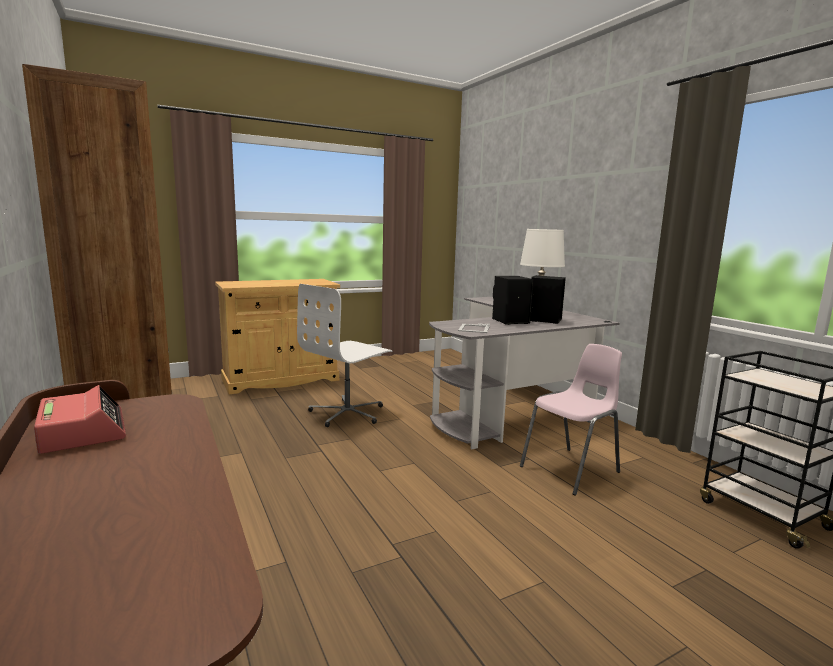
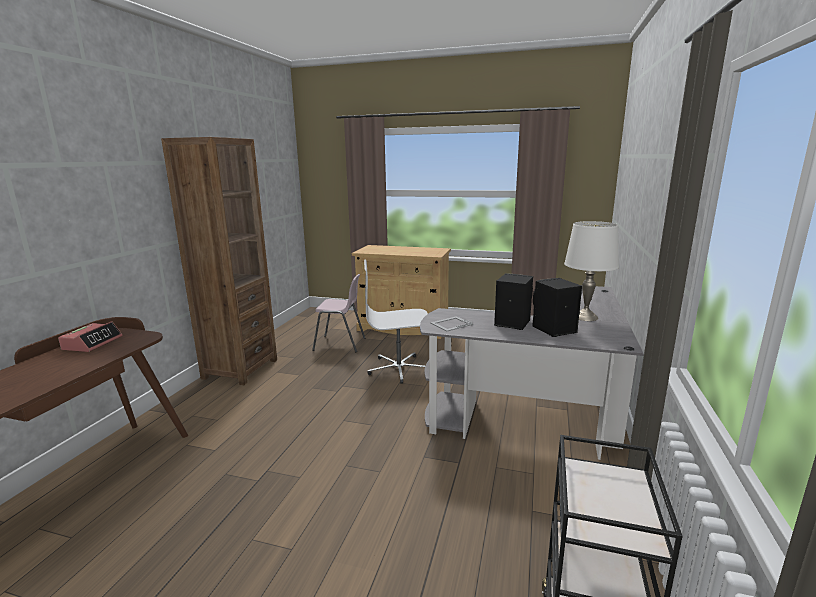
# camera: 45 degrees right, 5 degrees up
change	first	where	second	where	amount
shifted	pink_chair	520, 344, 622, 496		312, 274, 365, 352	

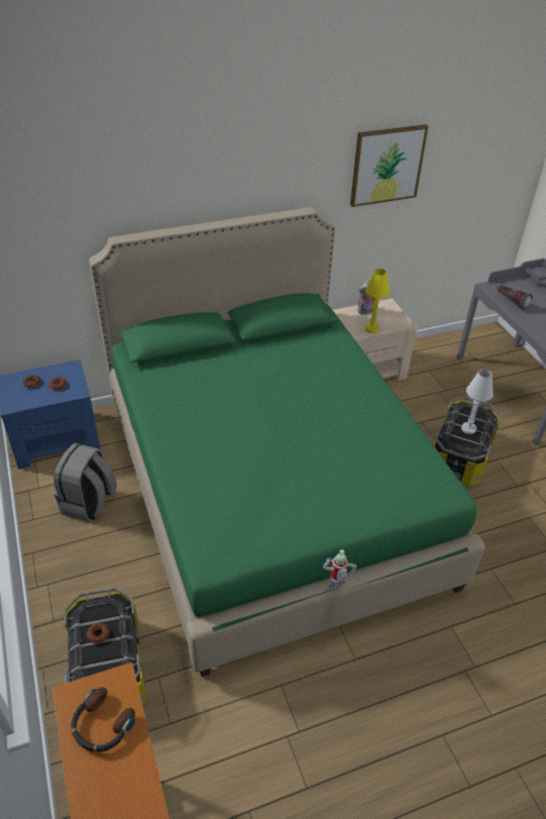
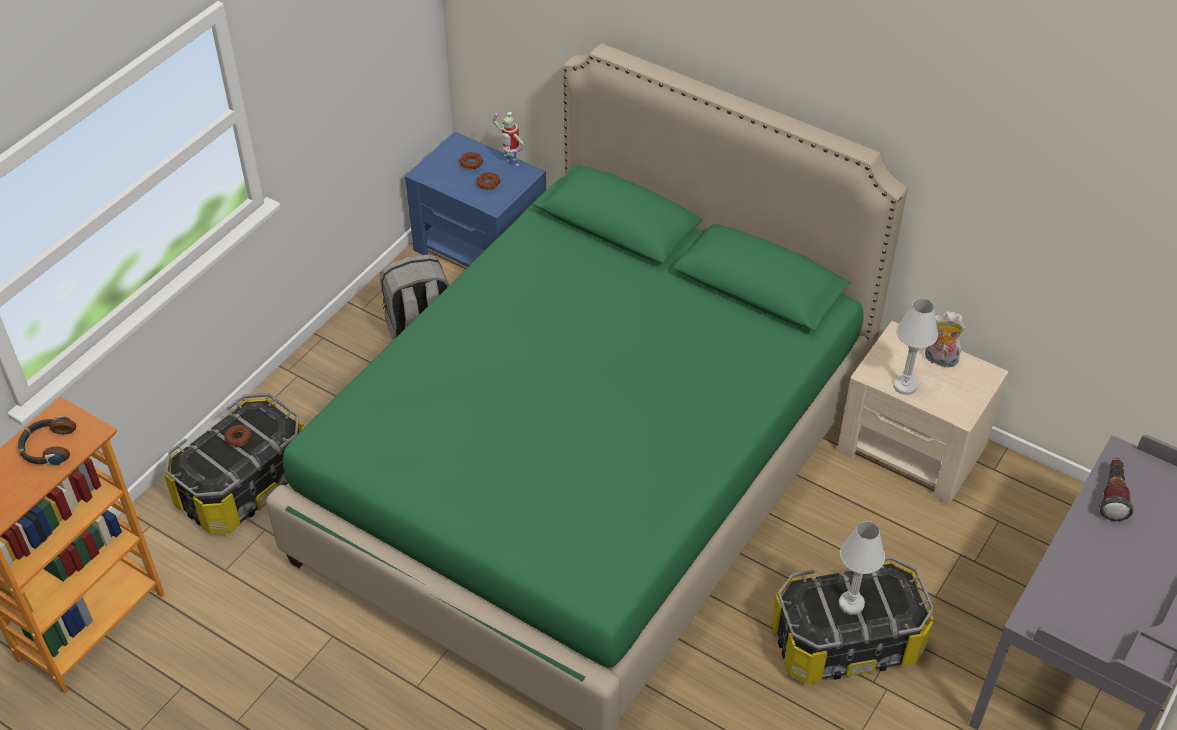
# camera: 55 degrees right, 5 degrees up
change	first	where	second	where	amount
shifted	toy_robot	323, 549, 357, 589		492, 112, 525, 166	
repainted	yellow_table_lamp	365, 269, 390, 333	white_table_lamp	893, 298, 938, 395	
gone	picture	350, 125, 428, 207			

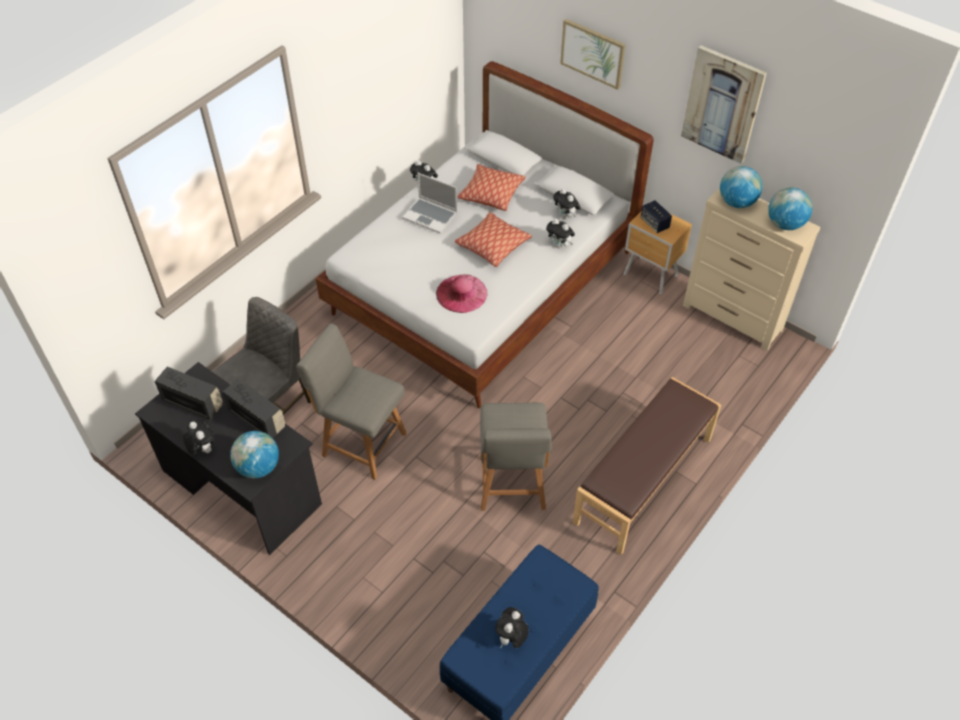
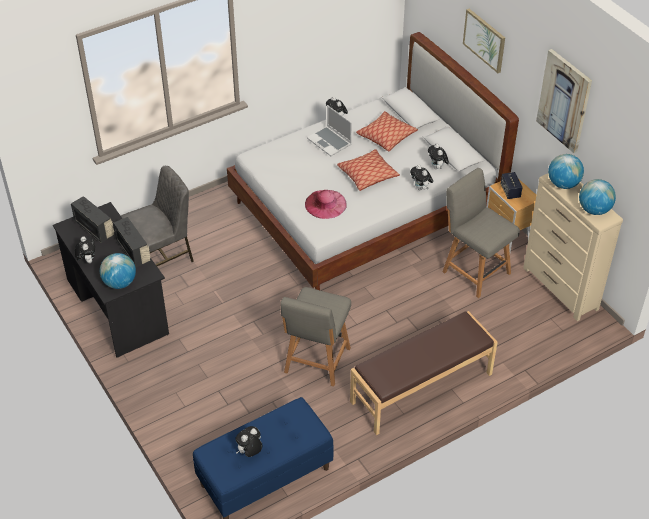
# camera: 20 degrees right, 5 degrees down
change	first	where	second	where	amount
shifted	grey_chair	296, 323, 407, 480		443, 168, 520, 298	

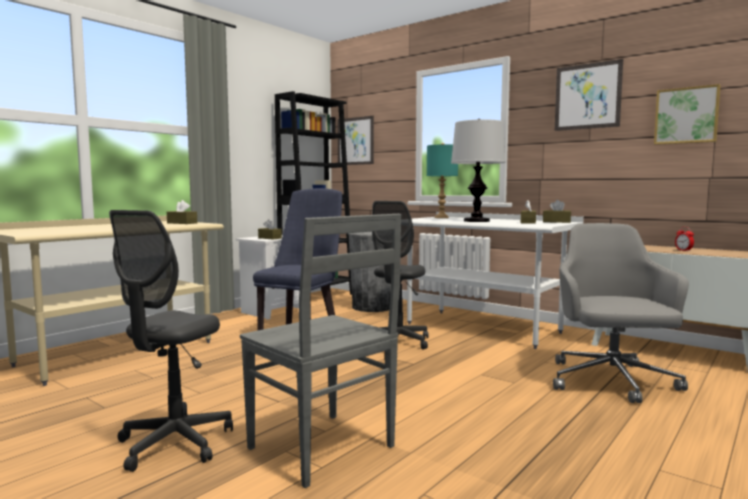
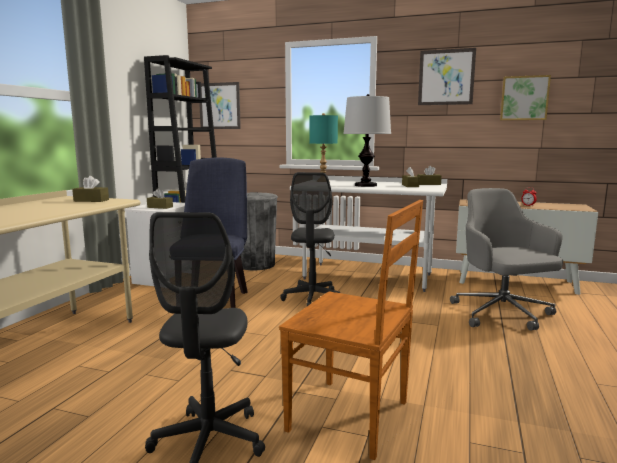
# camera: 20 degrees left, 5 degrees up
change	first	where	second	where	amount
repainted	grey_chair	240, 214, 401, 488	brown_chair	279, 200, 423, 460	

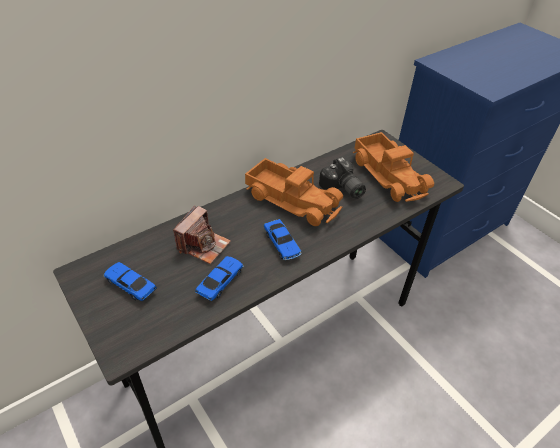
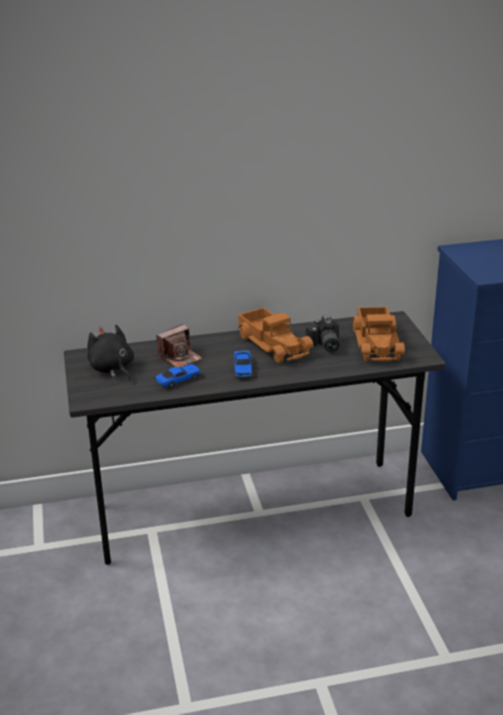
# camera: 25 degrees right, 15 degrees down
change	first	where	second	where	amount
swapped	toy_car	104, 262, 157, 301	black_plush_toy	87, 325, 134, 381	

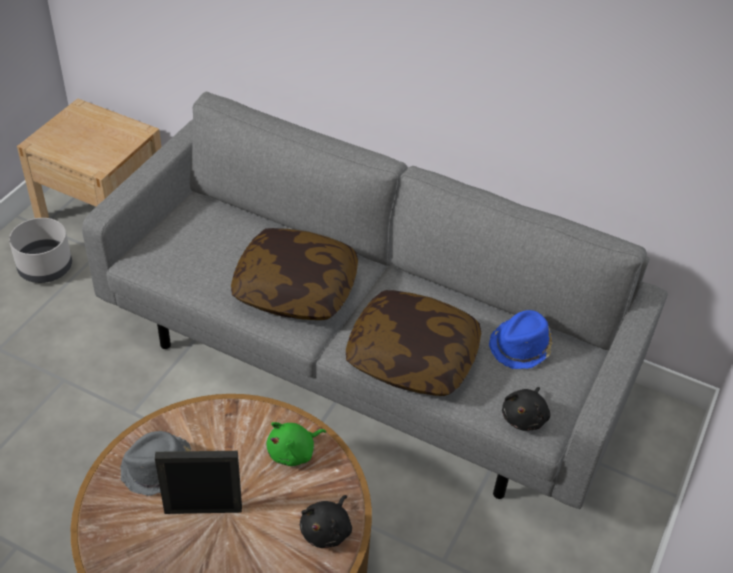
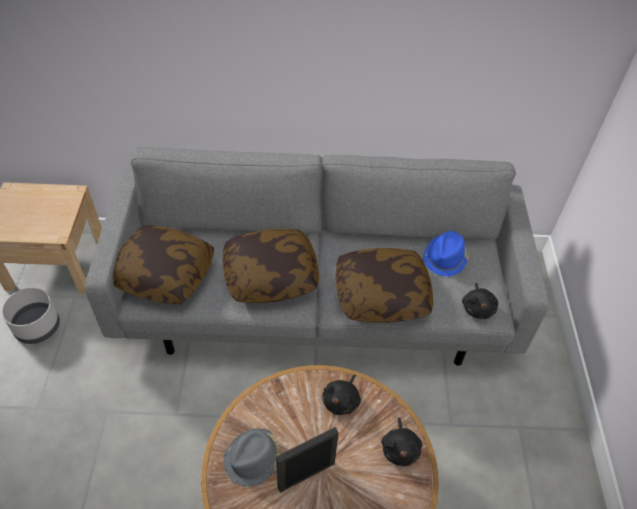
# camera: 25 degrees left, 5 degrees up
change	first	where	second	where	amount
new			pillow	113, 225, 214, 304	
repainted	green_plush_toy	266, 422, 326, 466	black_plush_toy	322, 375, 361, 415	

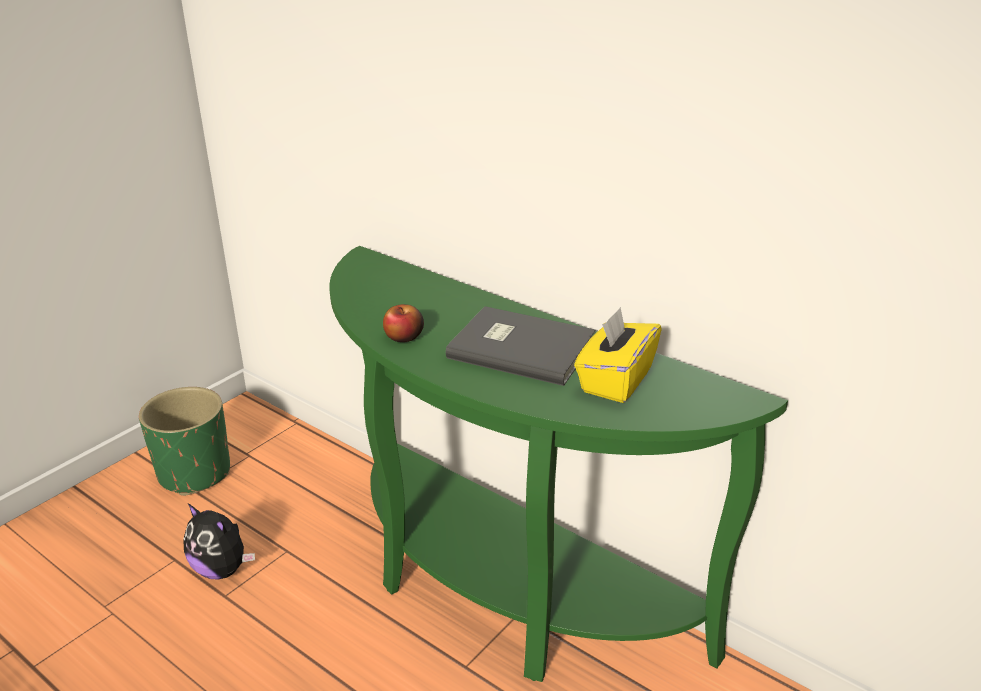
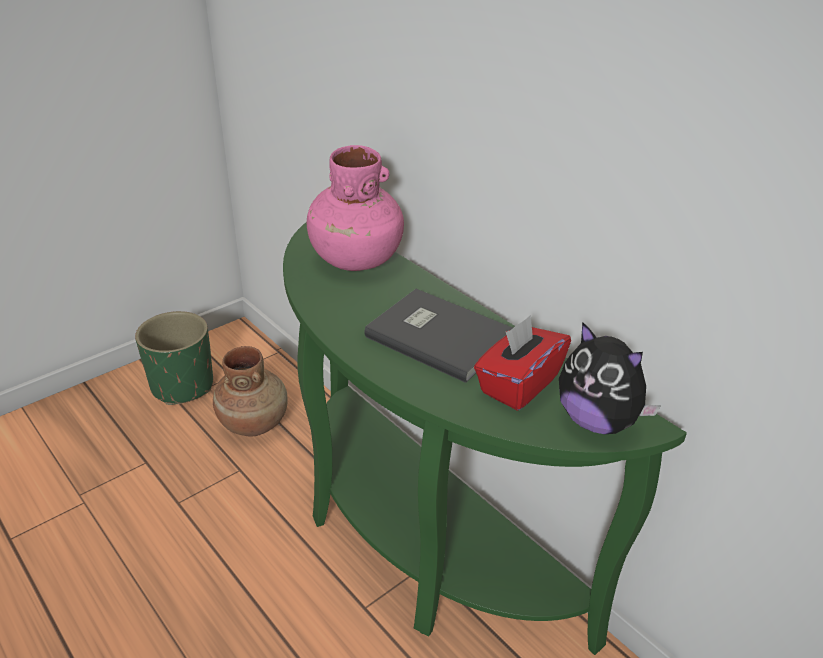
# camera: 10 degrees right, 5 degrees up
change	first	where	second	where	amount
new			brown_vase	213, 346, 288, 437	
new			pink_vase	307, 145, 404, 271	
repainted	yellow_tissue_box	574, 307, 662, 403	red_tissue_box	474, 315, 571, 411	
shifted	plush_toy	183, 504, 255, 580		559, 322, 660, 434	
gone	apple	383, 304, 424, 342			

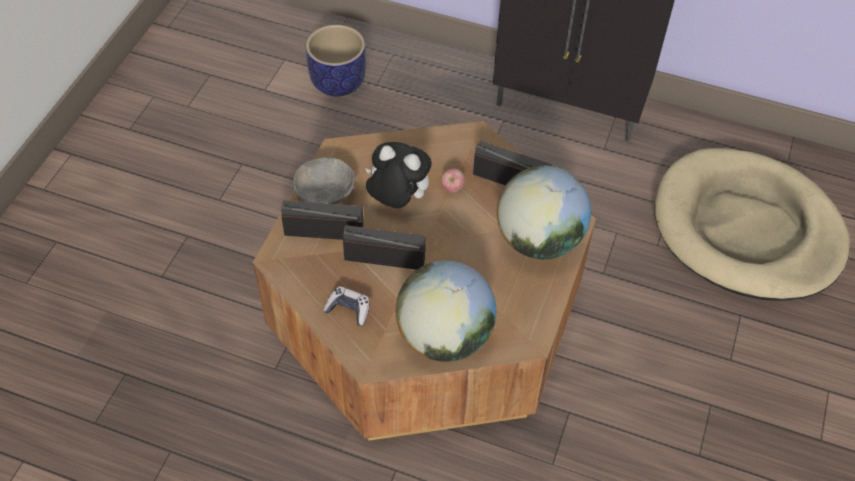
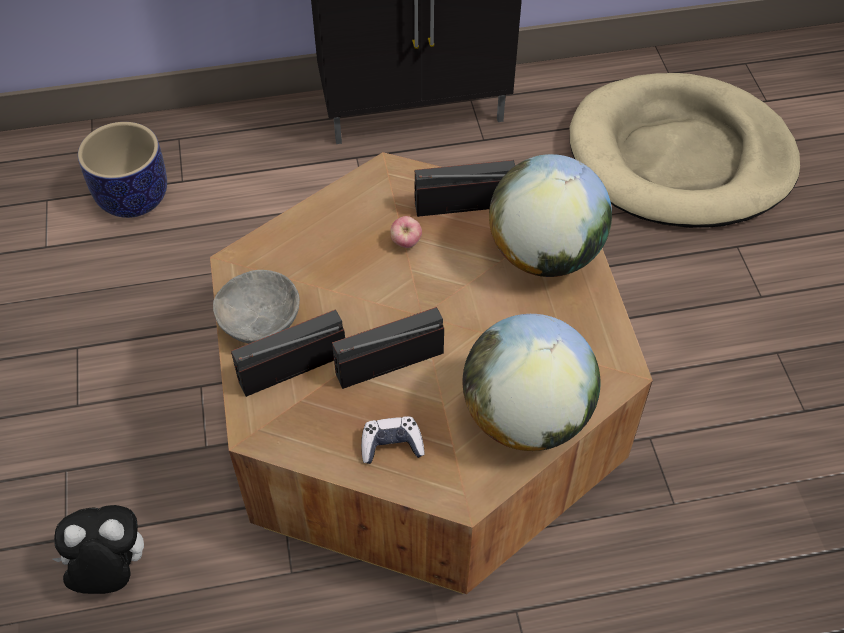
# camera: 30 degrees left, 0 degrees up
change	first	where	second	where	amount
shifted	plush_toy	365, 142, 432, 208		53, 505, 144, 594	

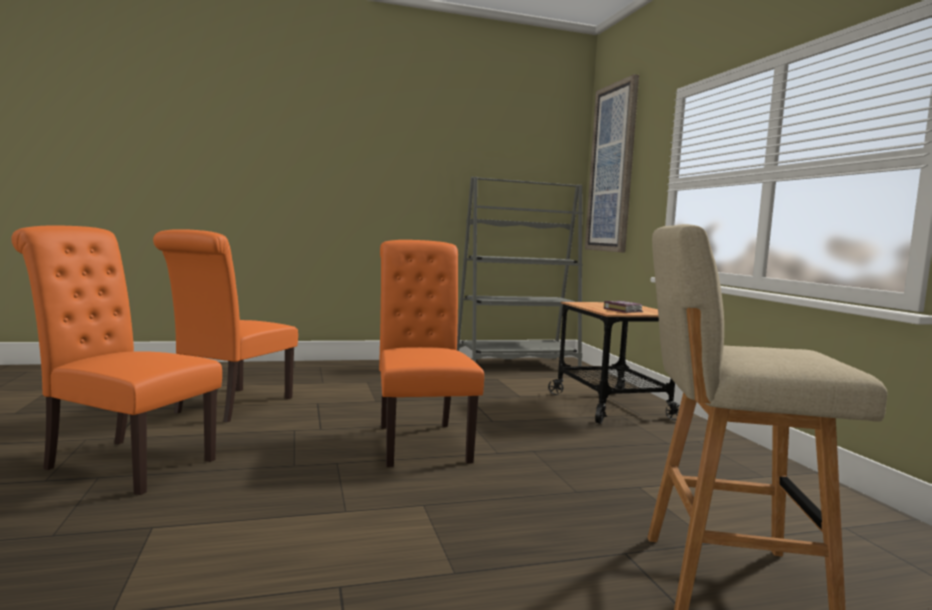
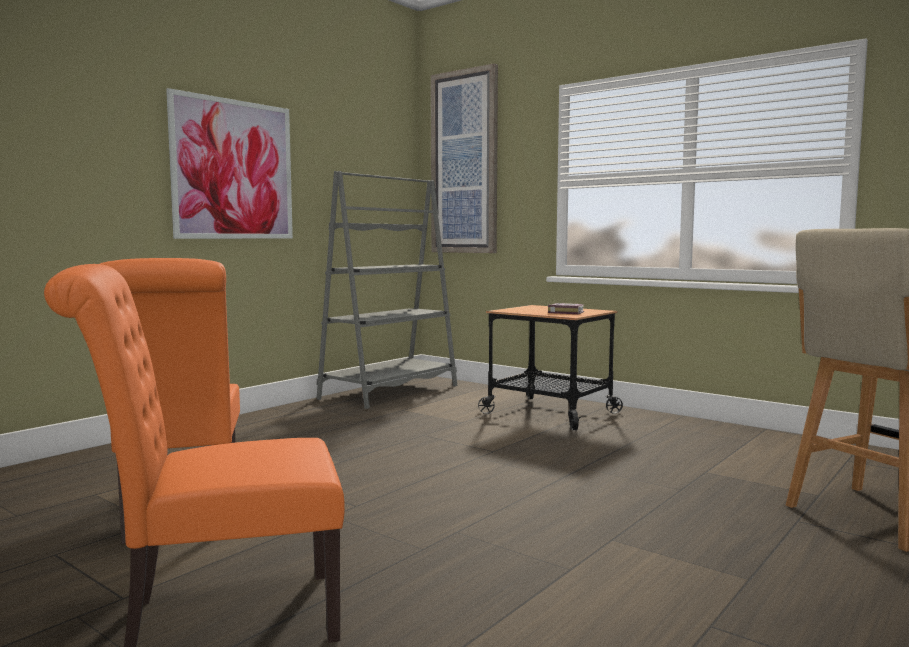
# camera: 35 degrees left, 0 degrees up
change	first	where	second	where	amount
new			picture	166, 88, 293, 239	
gone	orange_chair	379, 240, 484, 467			

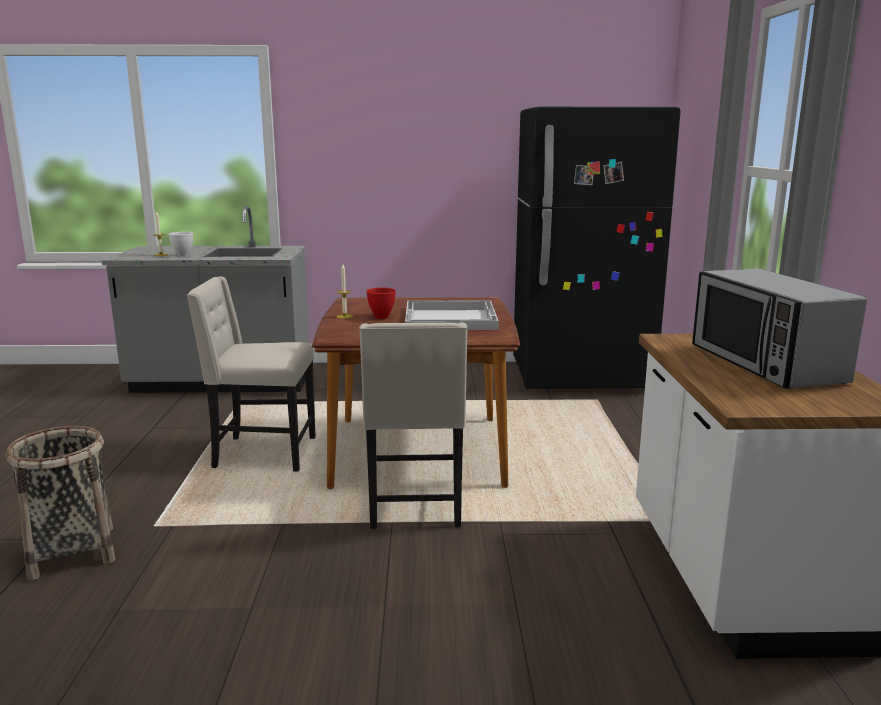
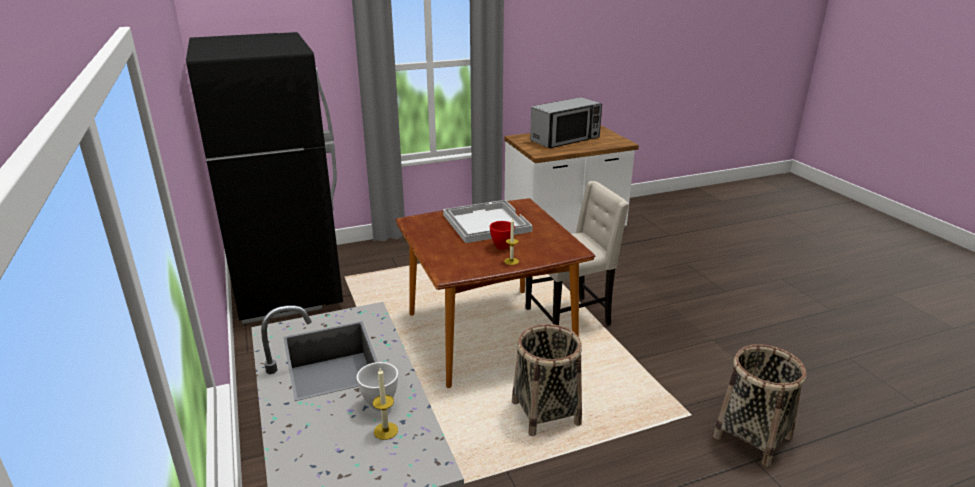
# camera: 110 degrees left, 10 degrees up
change	first	where	second	where	amount
swapped	beige_chair	187, 276, 316, 471	basket	512, 324, 582, 436	

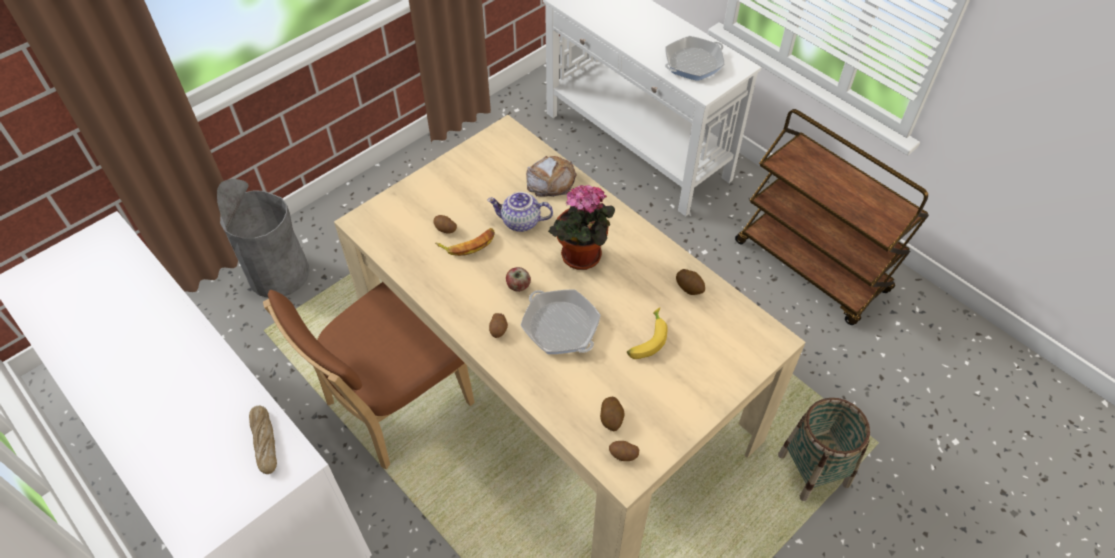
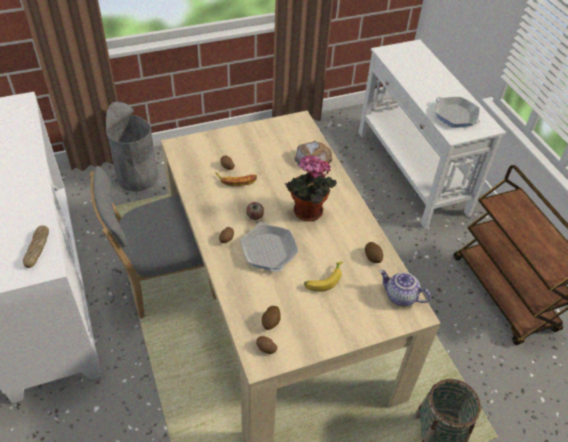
# camera: 20 degrees right, 5 degrees down
change	first	where	second	where	amount
repainted	brown_chair	263, 282, 475, 469	grey_chair	89, 166, 216, 319	
shifted	teapot	487, 192, 553, 232		379, 270, 431, 306	
rotated	frying_pan	665, 36, 724, 81		436, 97, 480, 128	120 degrees counterclockwise

